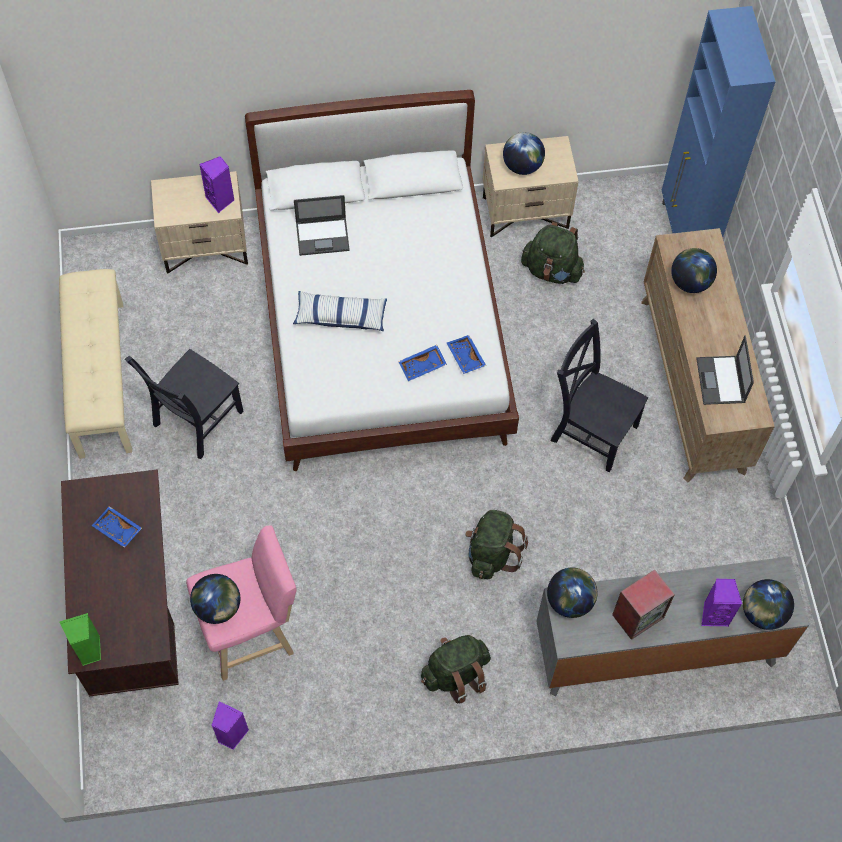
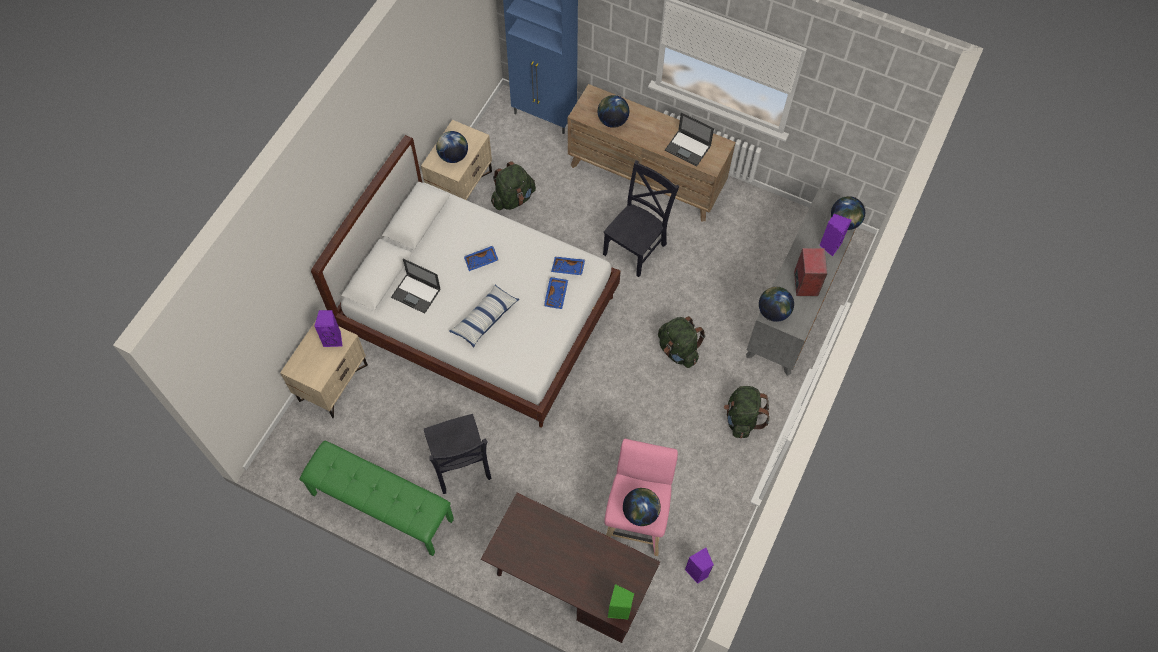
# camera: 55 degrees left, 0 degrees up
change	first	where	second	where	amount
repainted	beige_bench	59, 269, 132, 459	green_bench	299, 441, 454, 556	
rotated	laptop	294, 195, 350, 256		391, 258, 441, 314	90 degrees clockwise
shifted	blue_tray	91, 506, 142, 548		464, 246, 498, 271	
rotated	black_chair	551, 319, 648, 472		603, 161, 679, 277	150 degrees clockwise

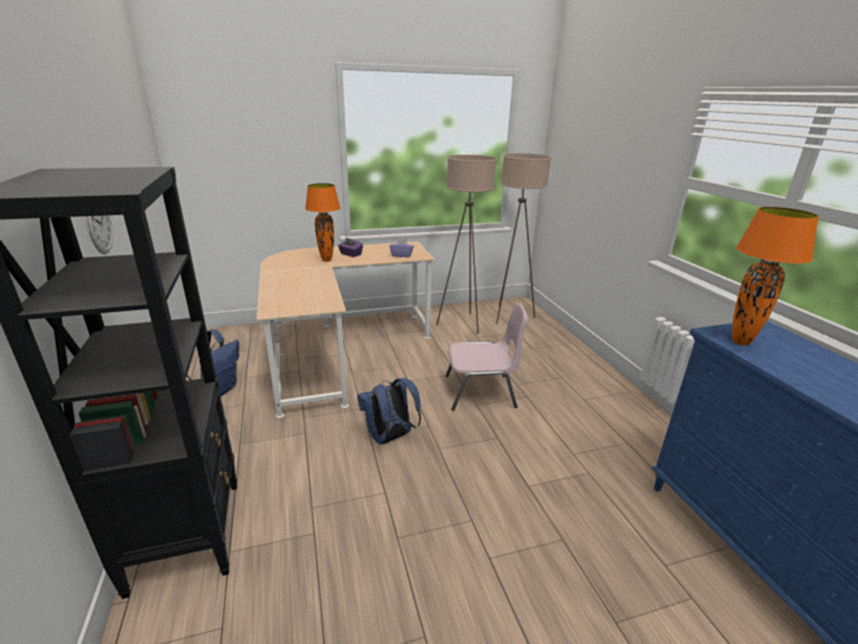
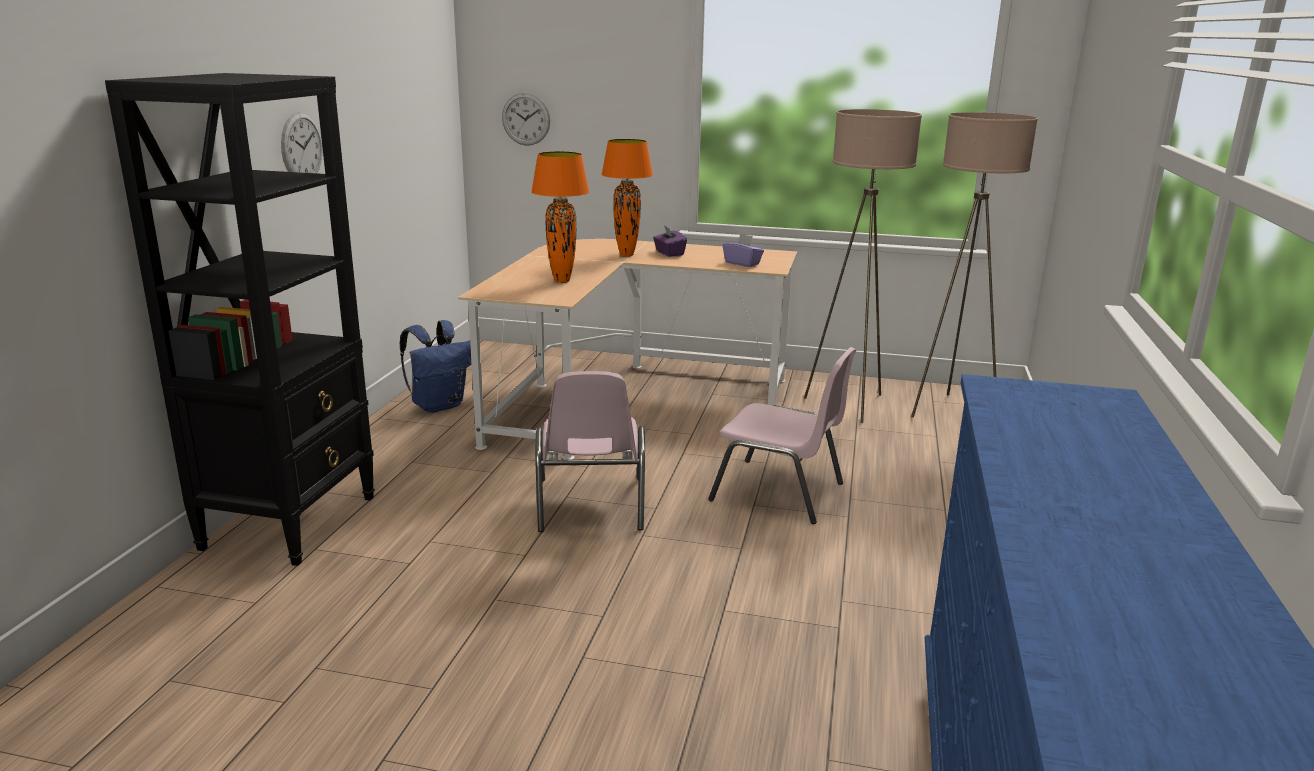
# camera: 30 degrees right, 5 degrees down
change	first	where	second	where	amount
new			wall_clock	502, 93, 550, 146	
shifted	orange_table_lamp	732, 207, 819, 346		531, 151, 589, 283	
swapped	blue_backpack	357, 378, 421, 444	pink_chair	535, 371, 645, 532	

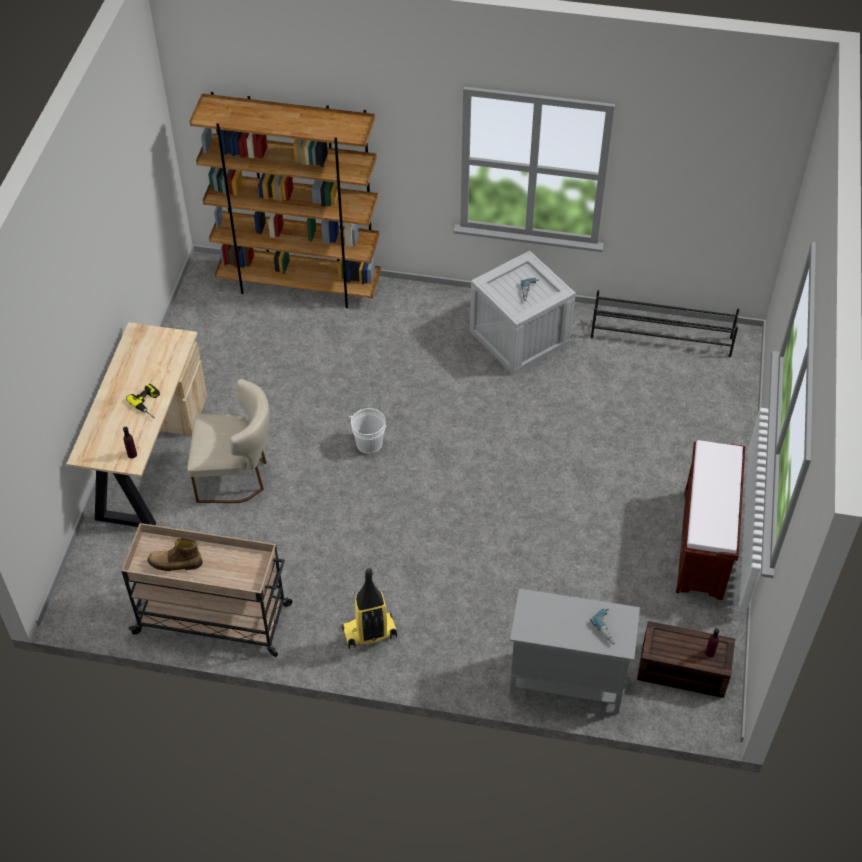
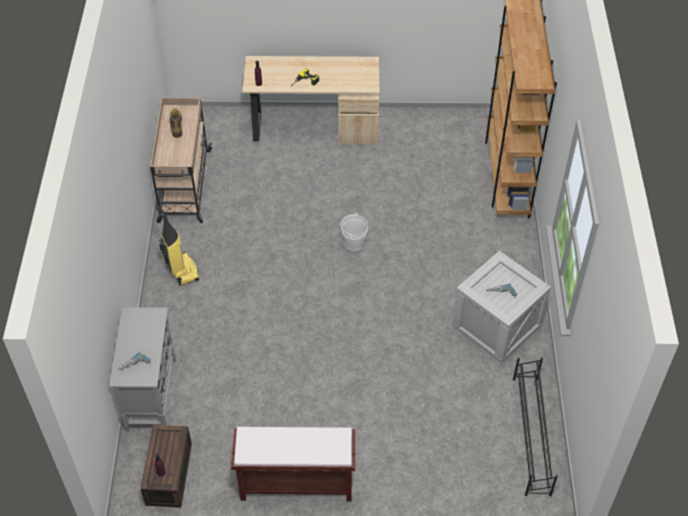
# camera: 80 degrees right, 0 degrees up
change	first	where	second	where	amount
gone	beige_chair	187, 379, 270, 503			

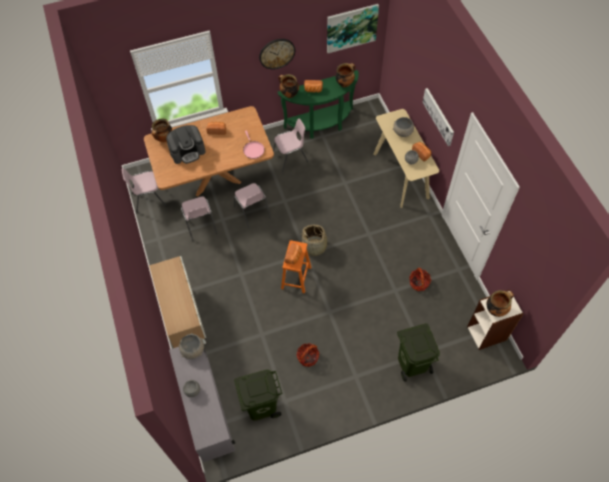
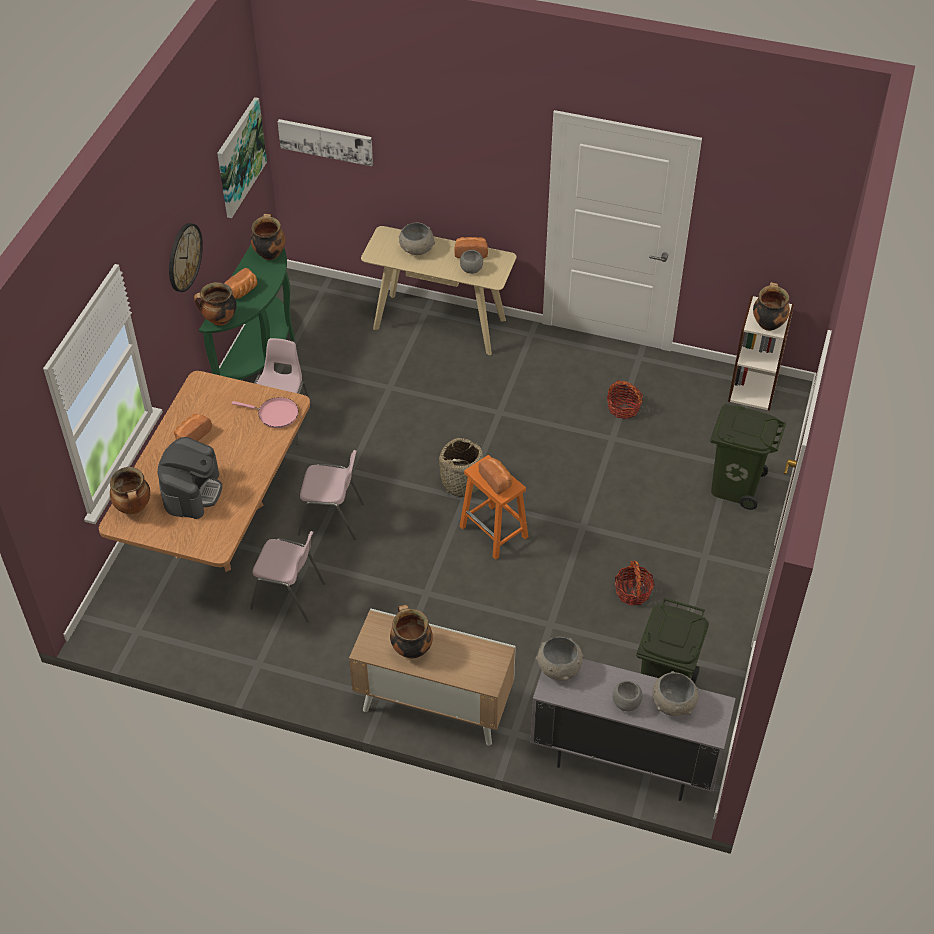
# camera: 55 degrees left, 10 degrees down
change	first	where	second	where	amount
shifted	picture	422, 88, 454, 146		278, 119, 373, 166	
new			cooking_pot	390, 605, 433, 658	
new			grey_bowl	652, 671, 698, 716	
gone	pink_chair	122, 168, 167, 213			

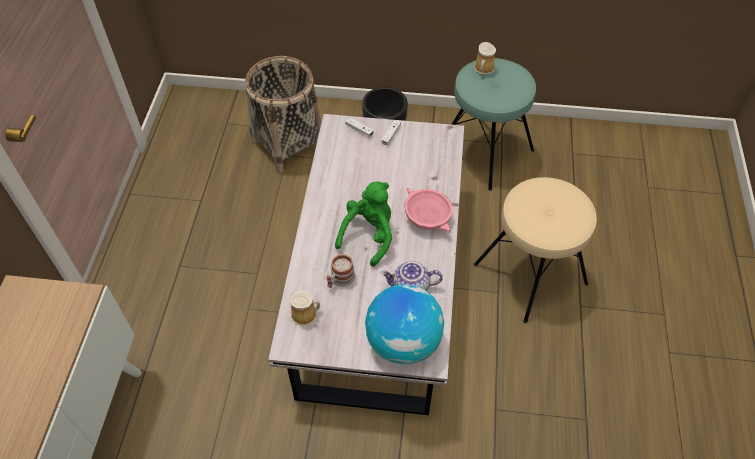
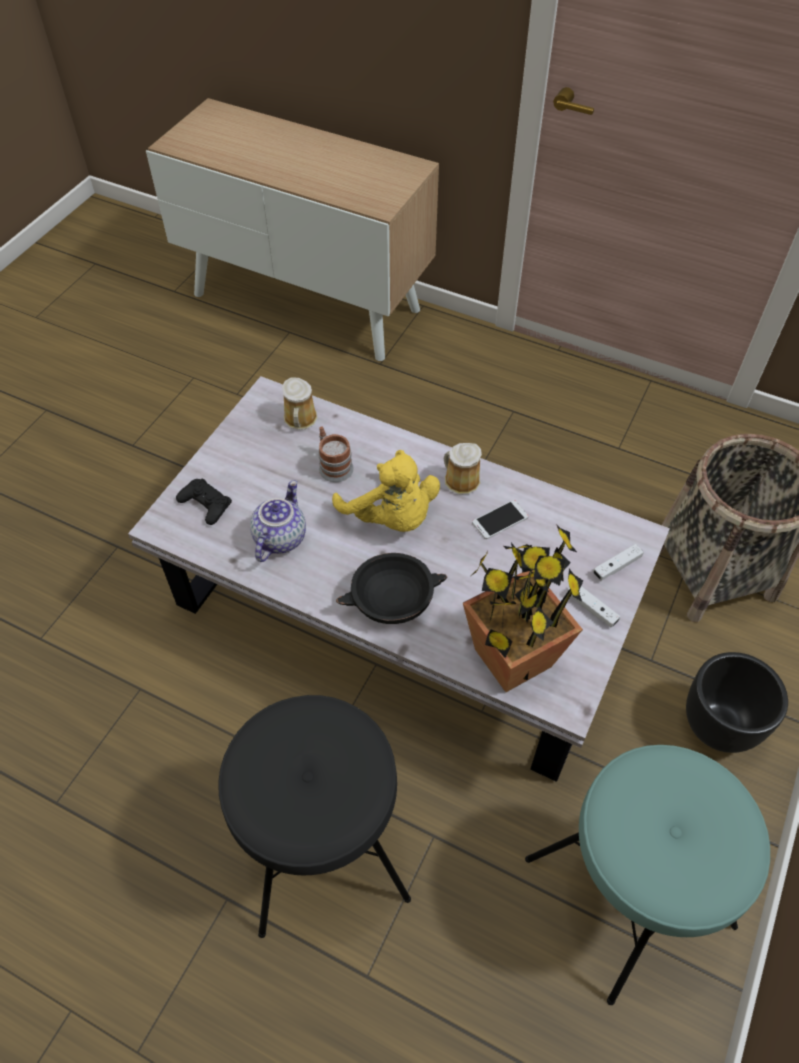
# camera: 110 degrees right, 0 degrees up
change	first	where	second	where	amount
swapped	globe	365, 284, 444, 364	black_game_controller	176, 478, 232, 525	
repainted	beige_stool	474, 177, 597, 323	black_stool	218, 695, 411, 938	
repainted	green_plush_toy	335, 181, 392, 267	yellow_plush_toy	332, 450, 440, 532	
repainted	pink_bowl	404, 188, 453, 232	black_bowl	336, 553, 447, 624	
shifted	mug	474, 42, 496, 75		444, 443, 482, 495	
new			potted_plant	463, 524, 583, 692	
new			phone	472, 500, 528, 539	

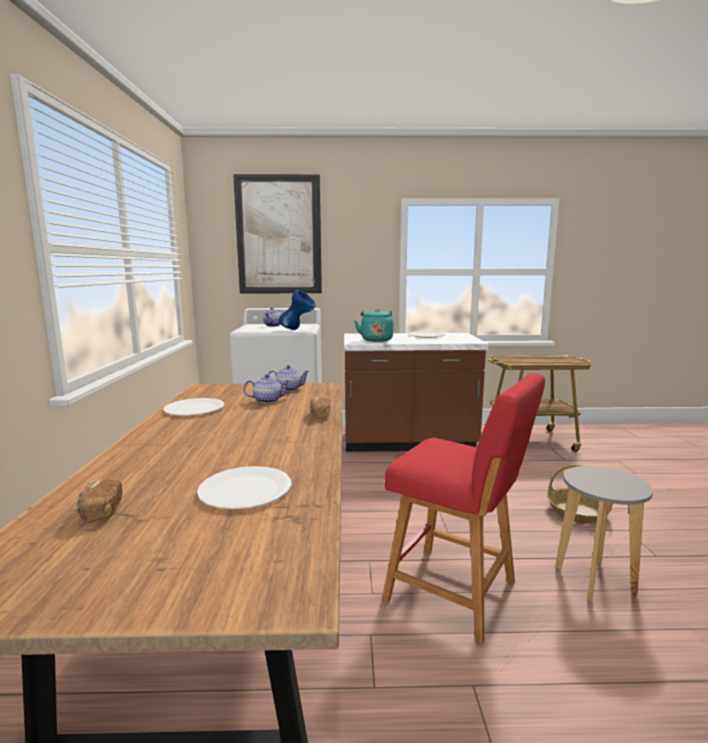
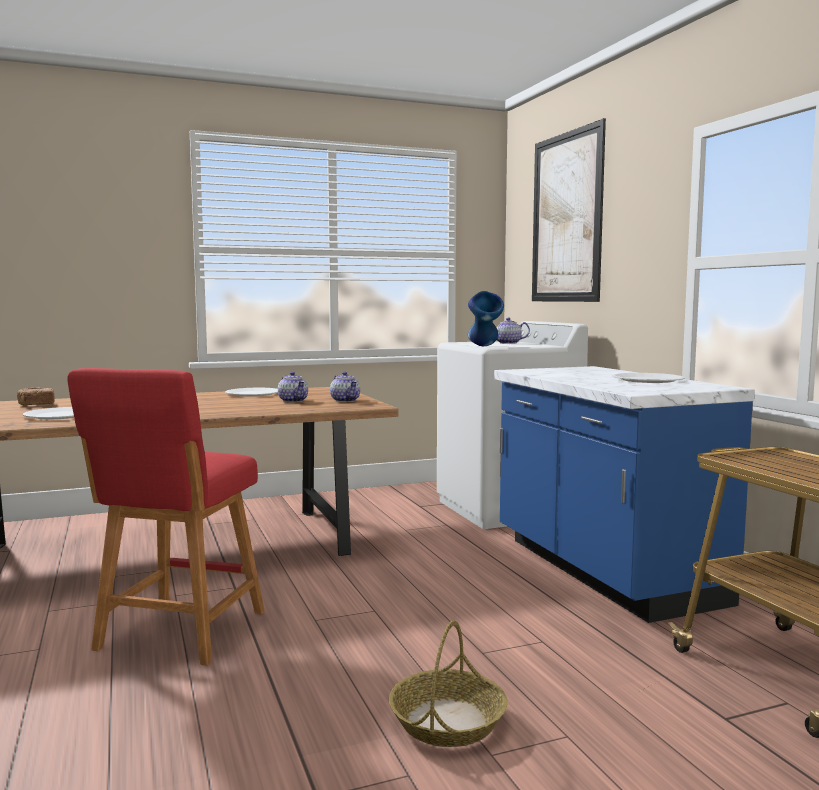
# camera: 70 degrees right, 5 degrees down
change	first	where	second	where	amount
repainted	brown_counter	344, 333, 489, 452	blue_counter	494, 366, 755, 623	
gone	bread	309, 397, 330, 419			
gone	turquoise_kettle	354, 309, 393, 342			
gone	grey_stool	555, 466, 653, 602			

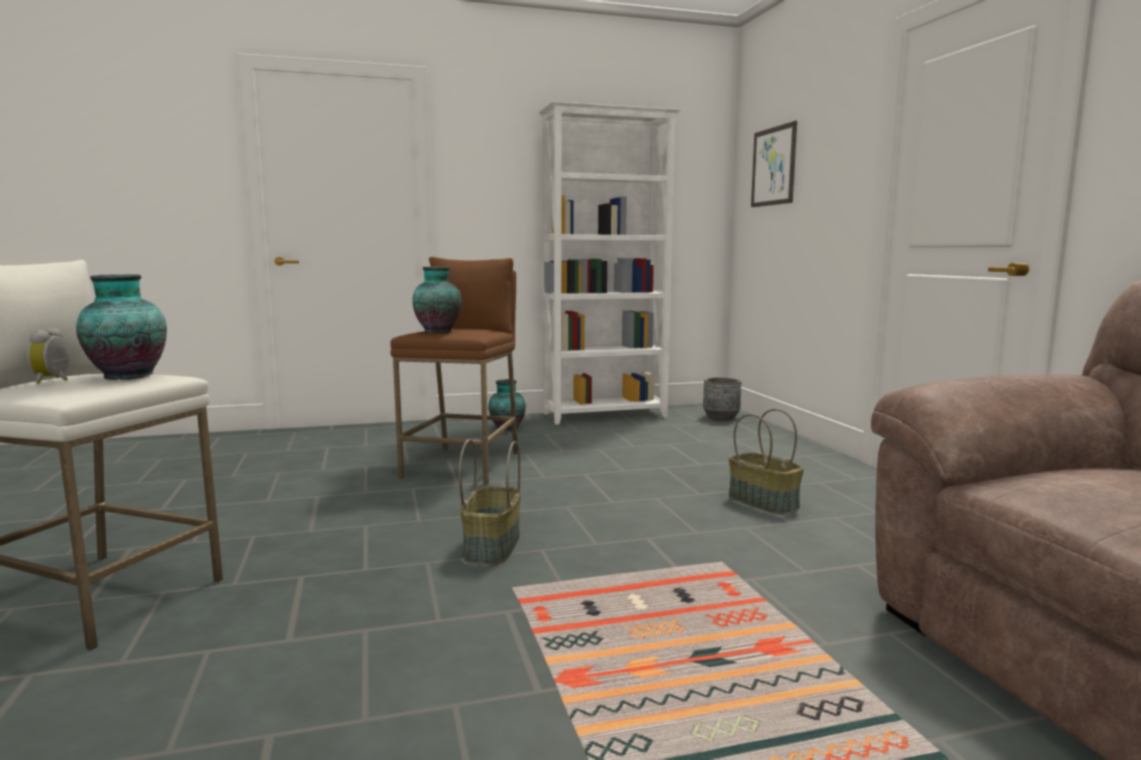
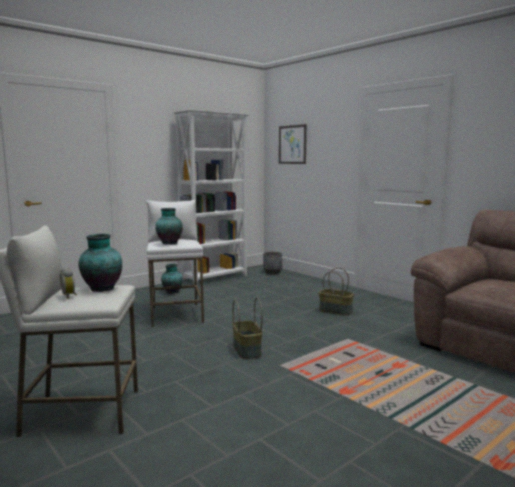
# camera: 25 degrees left, 0 degrees up
change	first	where	second	where	amount
repainted	brown_stool	390, 257, 518, 484	white_stool	146, 200, 204, 327	

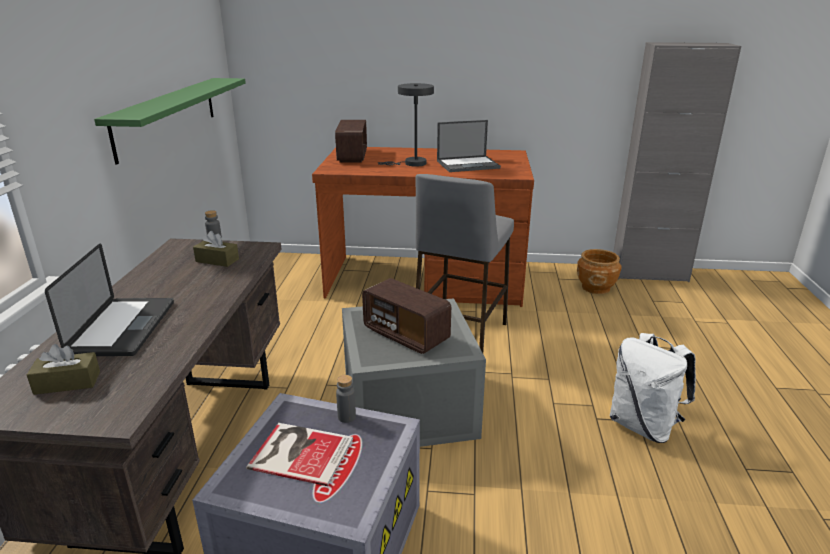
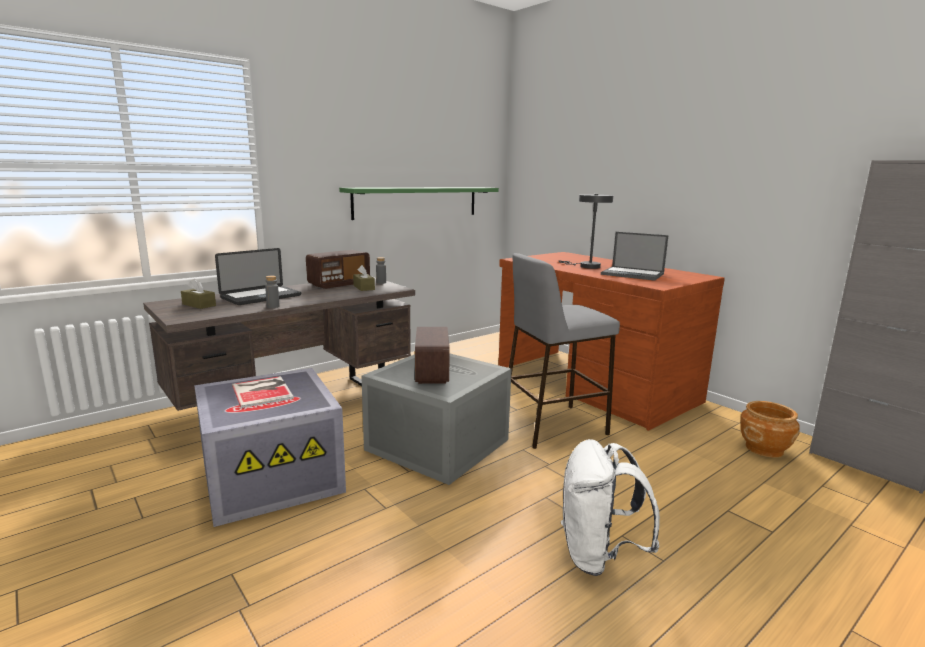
# camera: 45 degrees right, 10 degrees down
change	first	where	second	where	amount
shifted	grey_bottle	336, 375, 356, 423		265, 276, 280, 308	
shifted	radio	335, 120, 367, 162		306, 250, 370, 289	

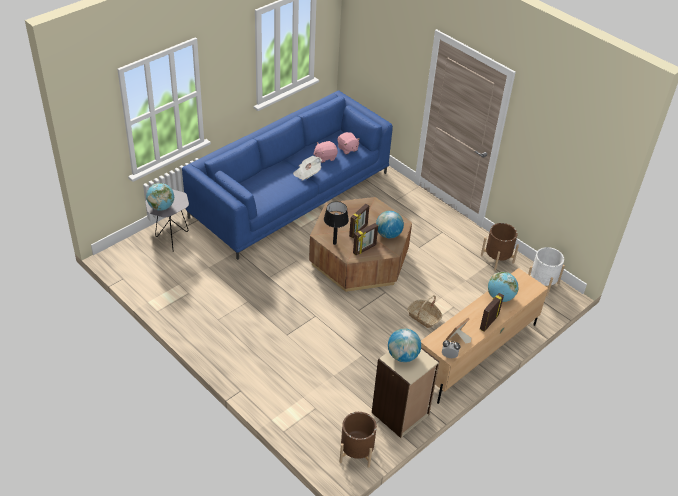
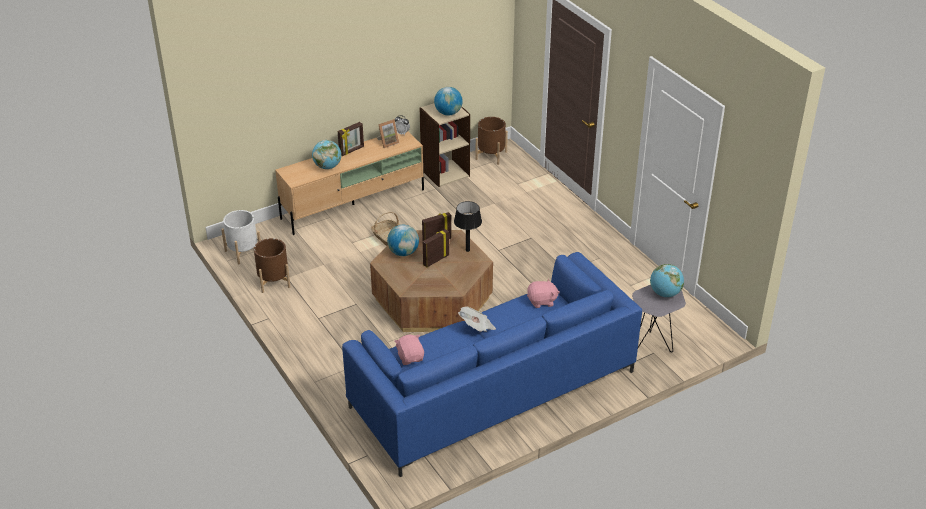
# camera: 165 degrees left, 5 degrees down
change	first	where	second	where	amount
shifted	pink_plush_toy	313, 141, 338, 163		527, 279, 560, 308	

